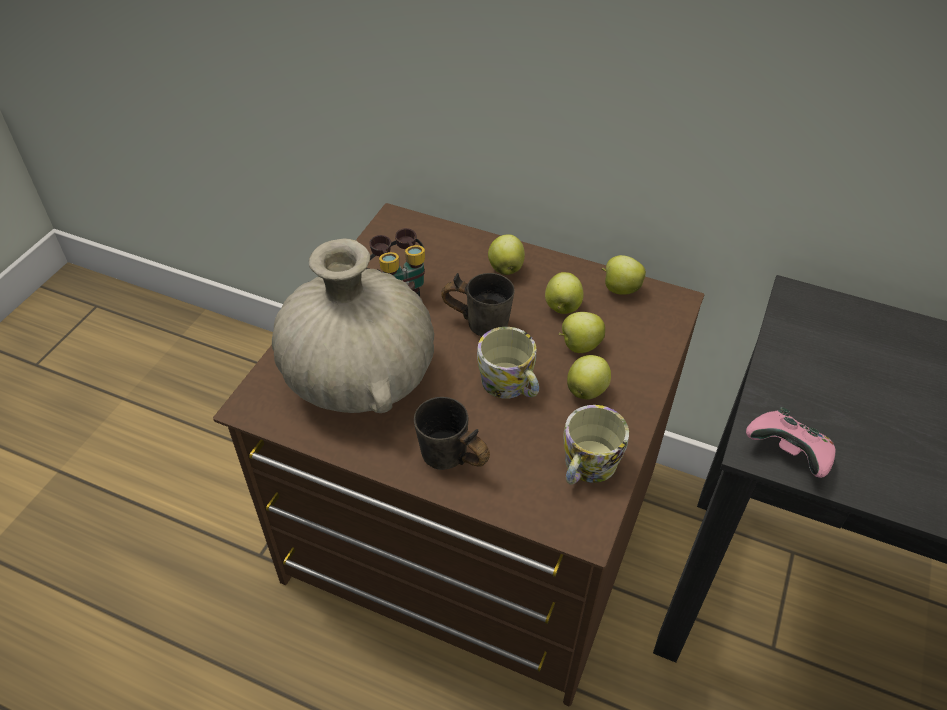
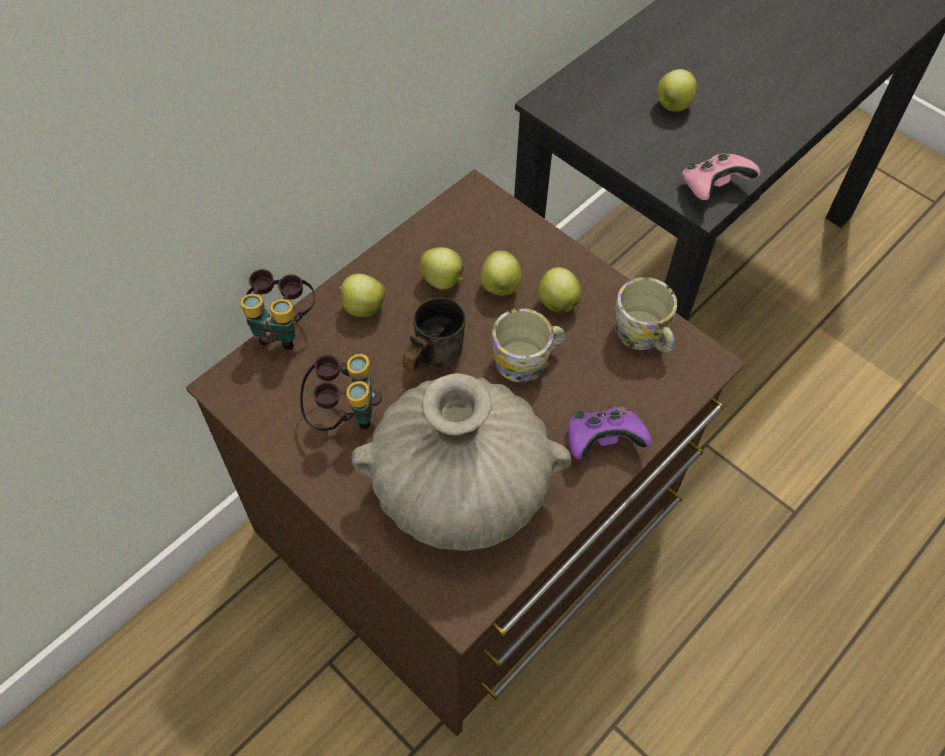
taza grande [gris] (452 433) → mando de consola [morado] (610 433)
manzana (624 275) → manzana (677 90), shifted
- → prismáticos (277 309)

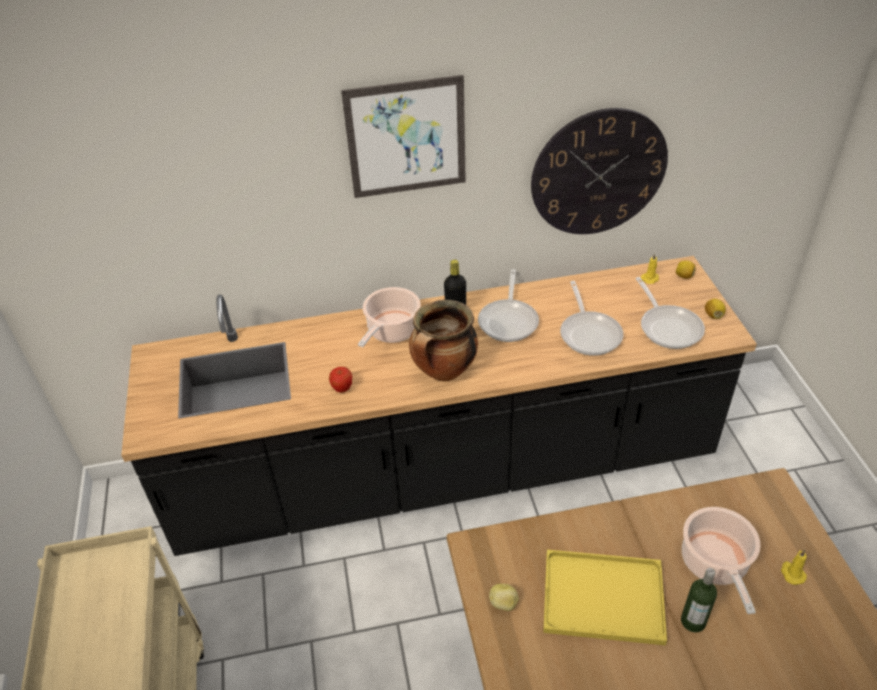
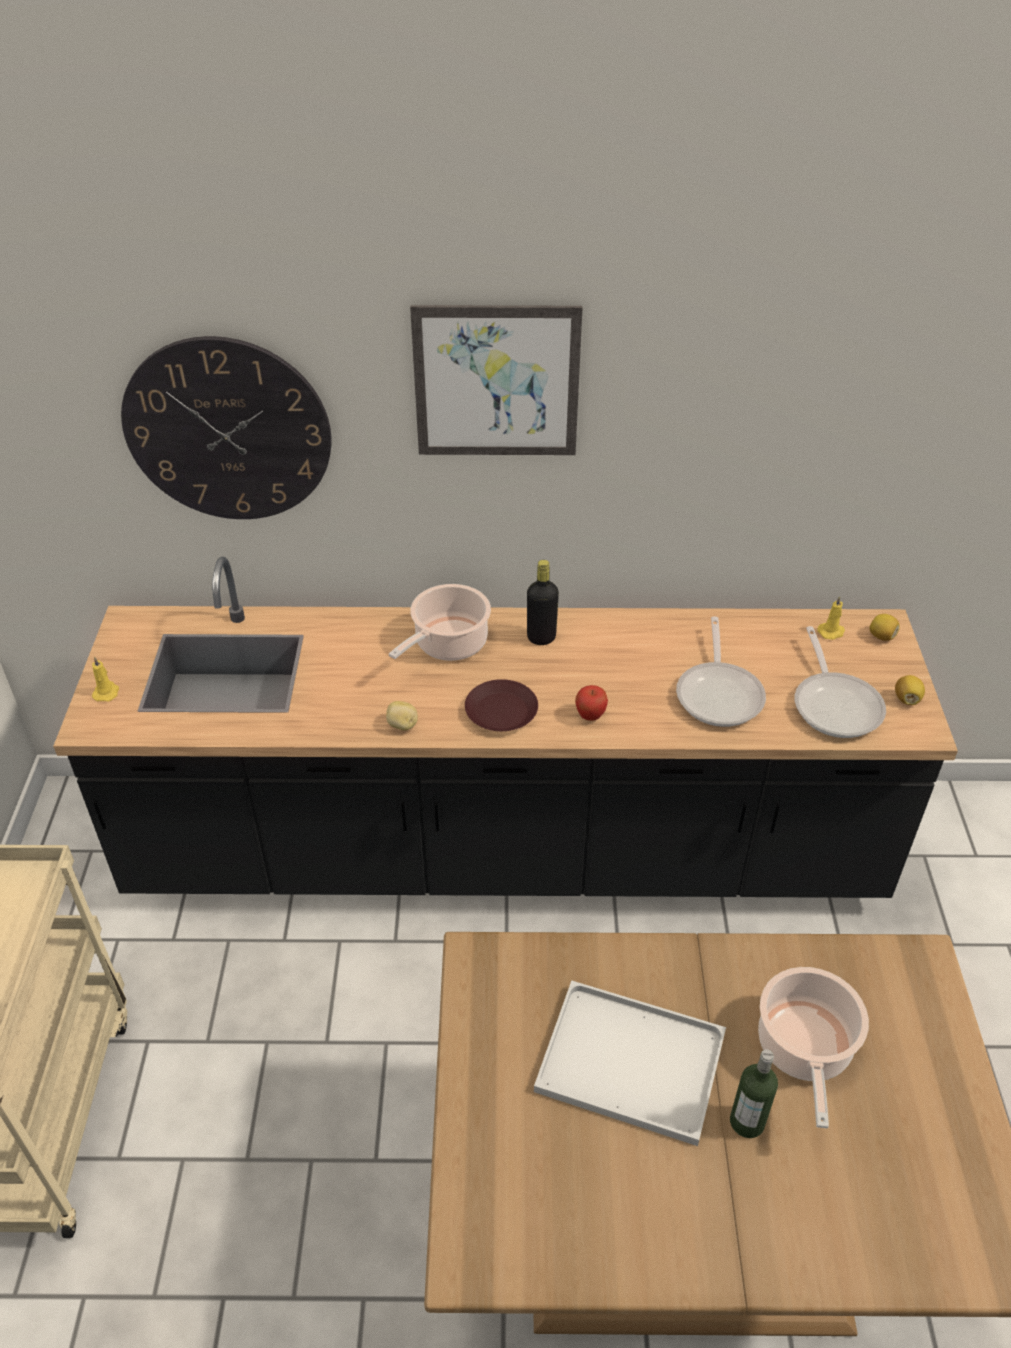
manzana (340 379) → manzana (591 703), shifted
olla (443 341) → plato [marrón] (501 705)
sartén (508 305) → -
patata (504 597) → patata (402 716), shifted
reloj de pared (599 171) → reloj de pared (226 427), shifted
bandeja [amarillo] (605 597) → bandeja [blanco] (630 1063)
vela [amarillo] (794 567) → vela [amarillo] (105 679), shifted

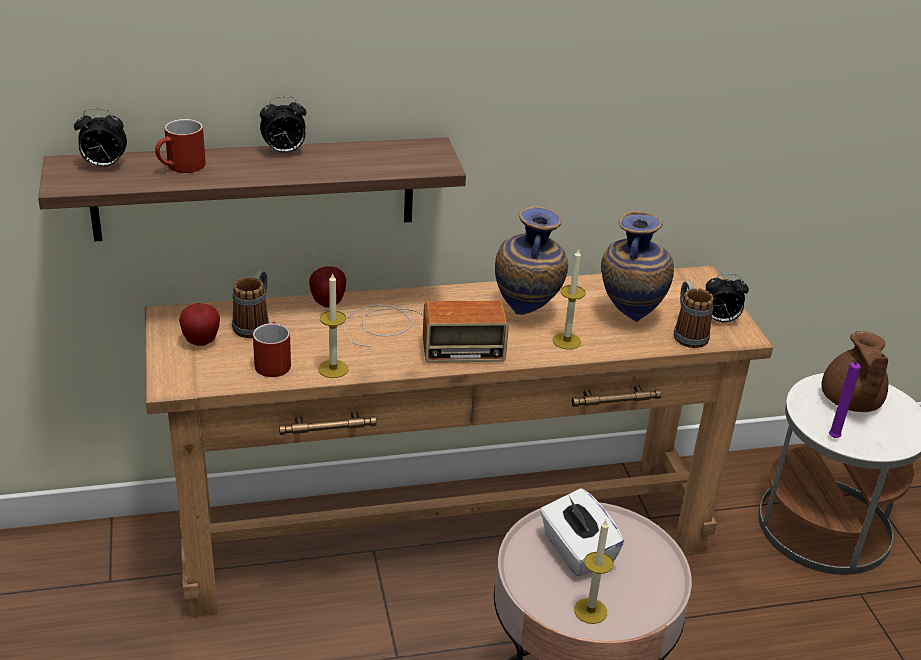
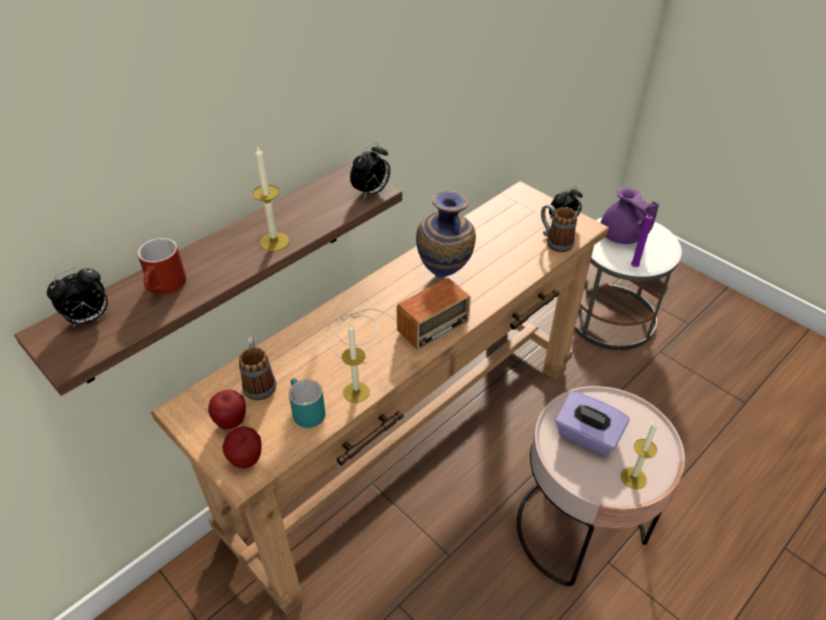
taza grande [rojo] (272 349) → taza grande [turquesa] (307 403)
despertador (283 125) → despertador (370 170), shifted
manzana (327 287) → manzana (242 447), shifted
caja de pañuelos [blanco] (582 532) → caja de pañuelos [morado] (592 423)
vela (569 299) → vela (271 199), shifted
florero (637 266) → -
tetera [marrón] (855 371) → tetera [morado] (629 216)

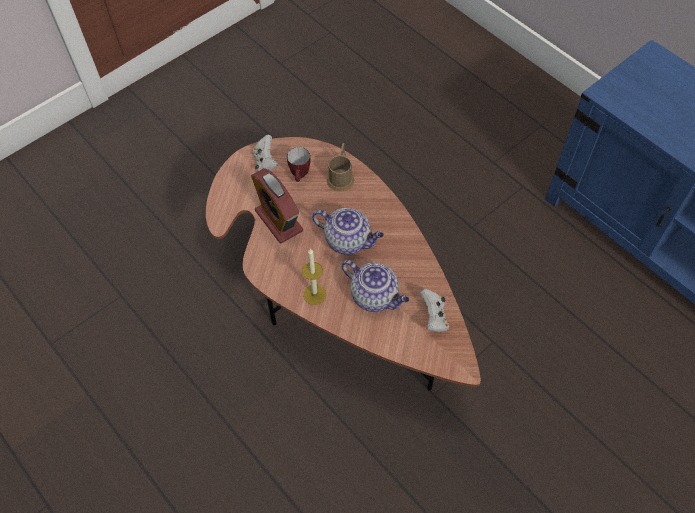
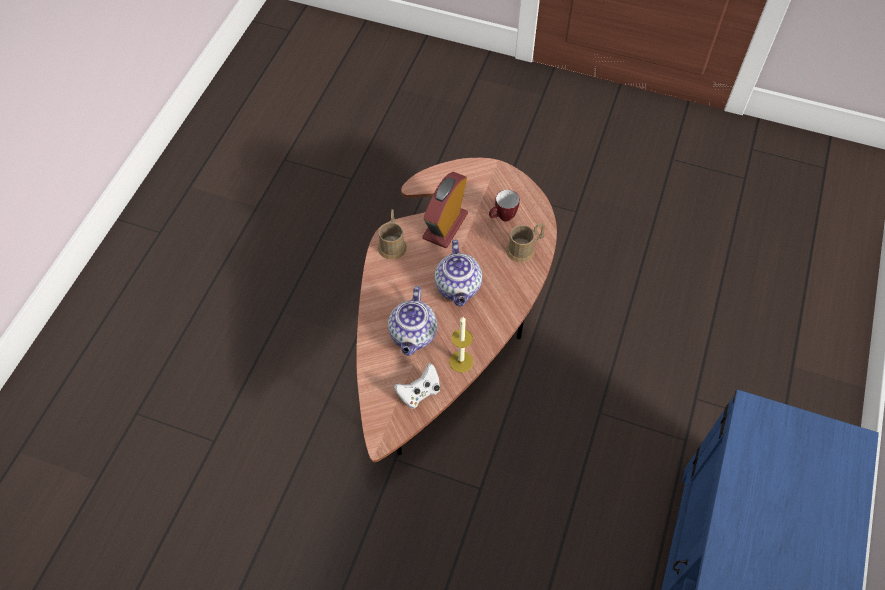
mando de consola [blanco] (265 153) → -
vela (314 277) → vela (461 345), shifted
- → taza grande [marrón] (392 234)

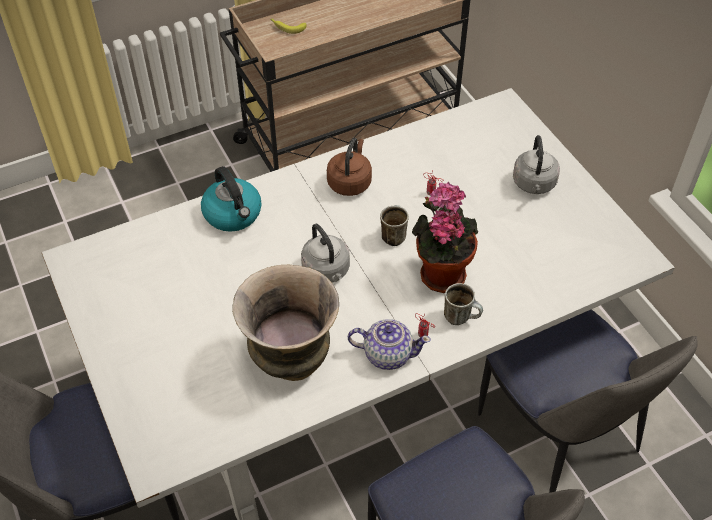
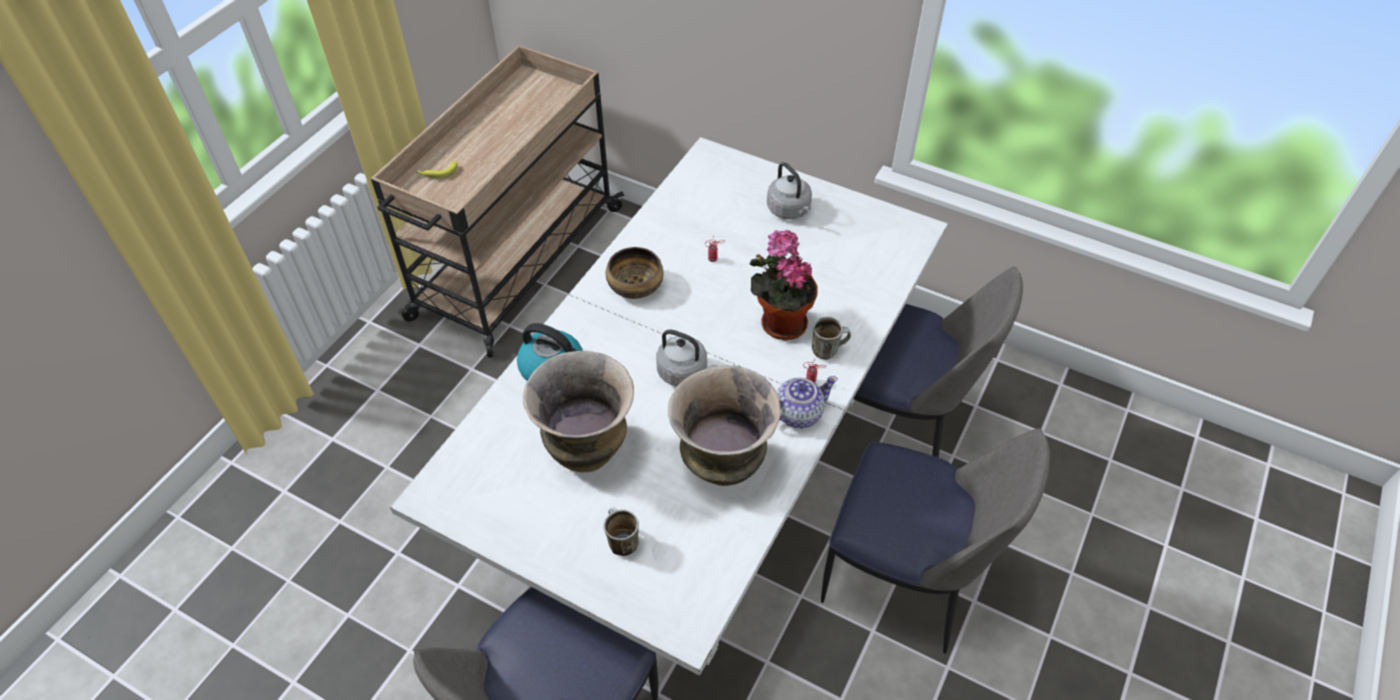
hervidor [marrón] (349 167) → cuenco (635 273)
taza grande (394 225) → taza grande (621 531), shifted
- → florero (578 411)

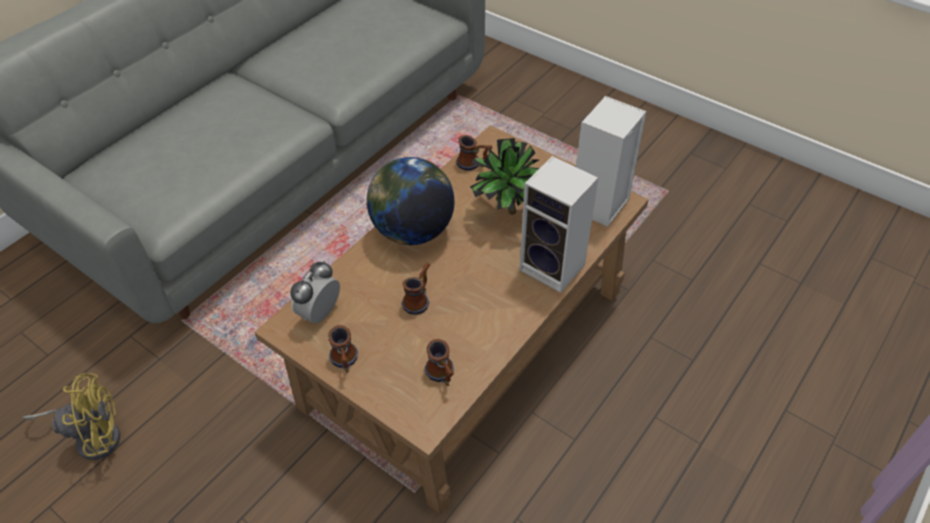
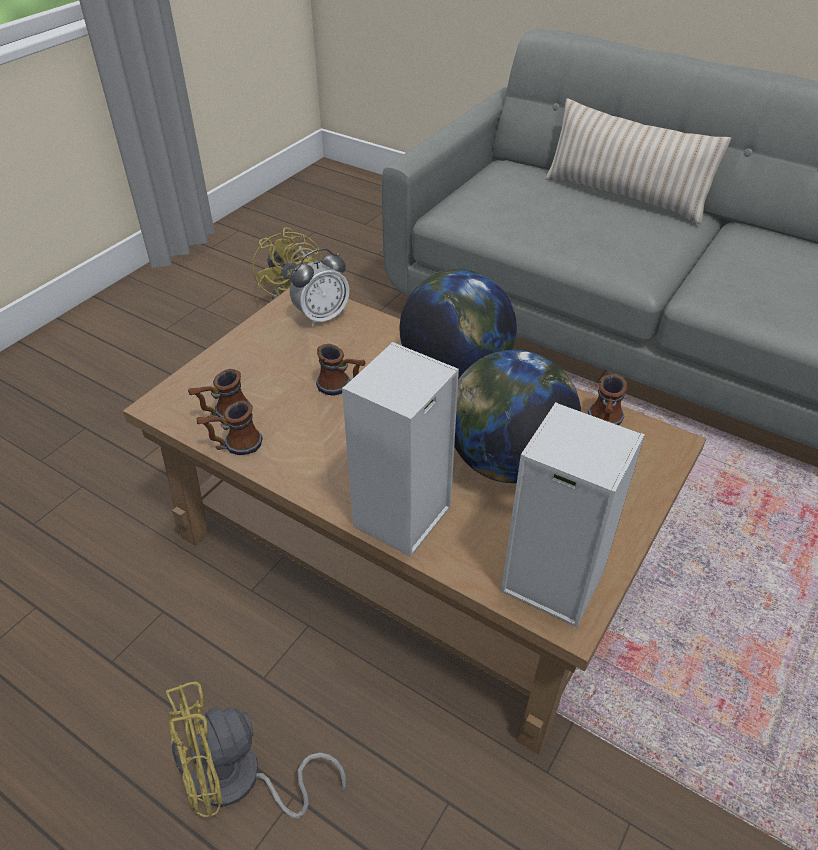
despertador (315 292) → despertador (319 288), 120 degrees clockwise
taza grande (343 349) → taza grande (229 427), shifted
planta en maceta (505 176) → globo terráqueo (517 416)
- → ventilador [amarillo] (256 749)
- → cojín [beis] (638 161)

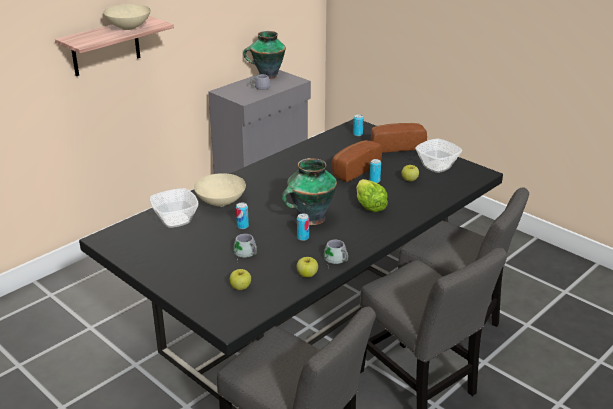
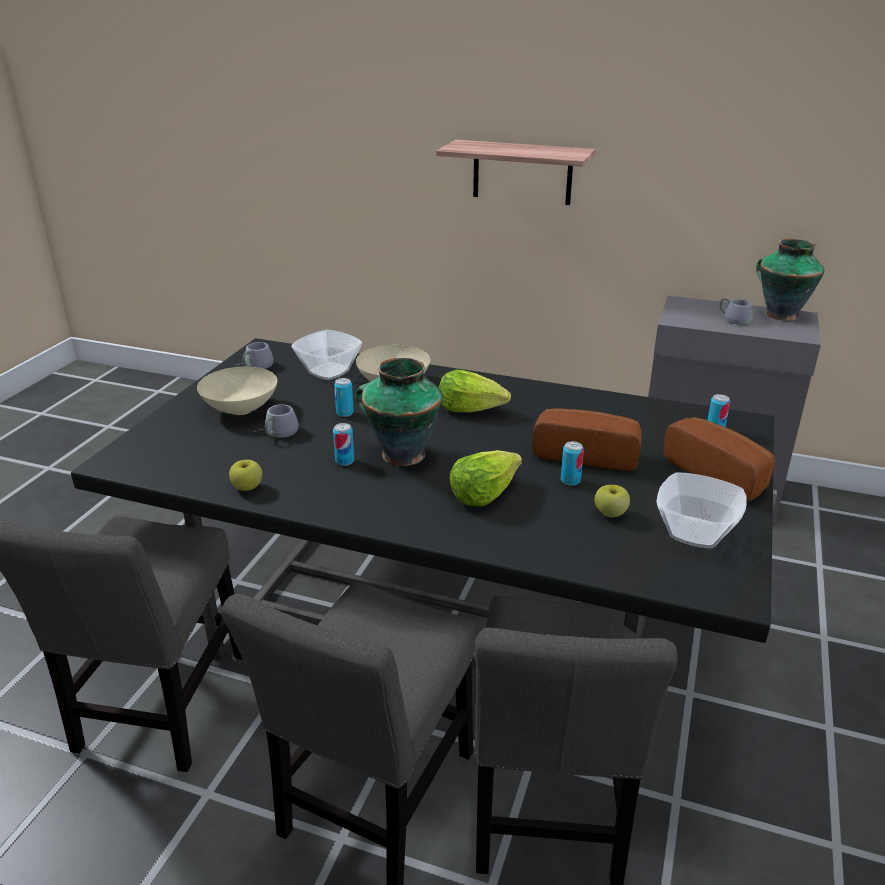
cuenco [beis] (127 17) → cuenco [beis] (237 391), shifted
manzana (240 279) → -
taza grande [gris] (336 254) → taza grande [gris] (254 355), shifted
- → lechuga (475 390)

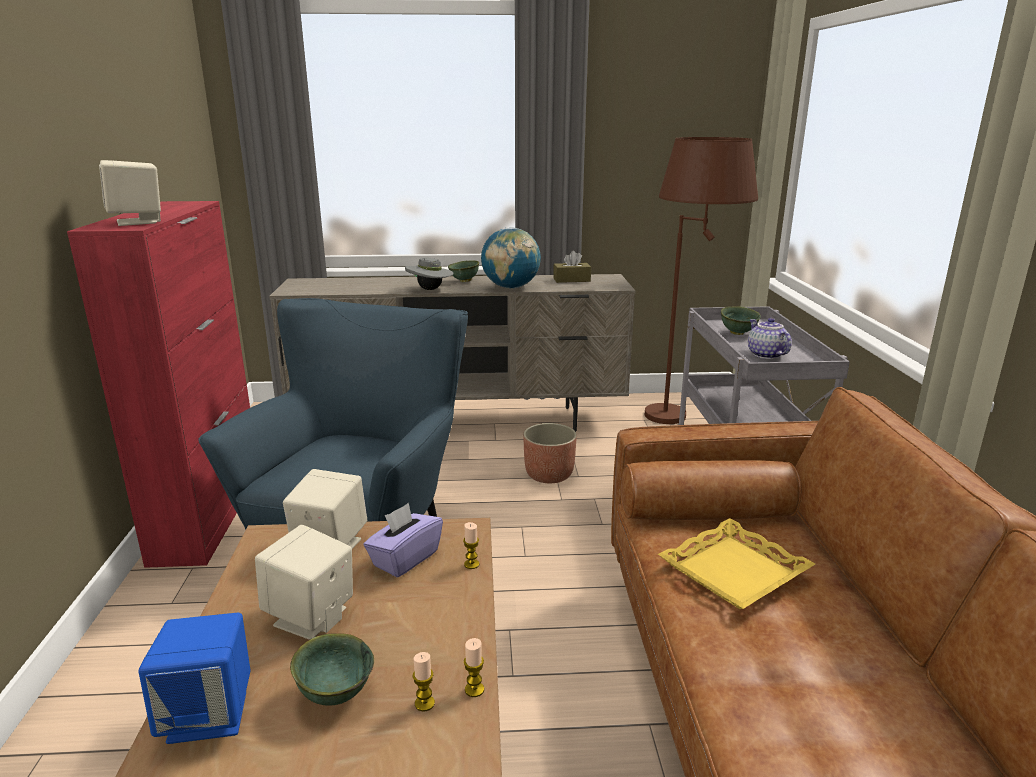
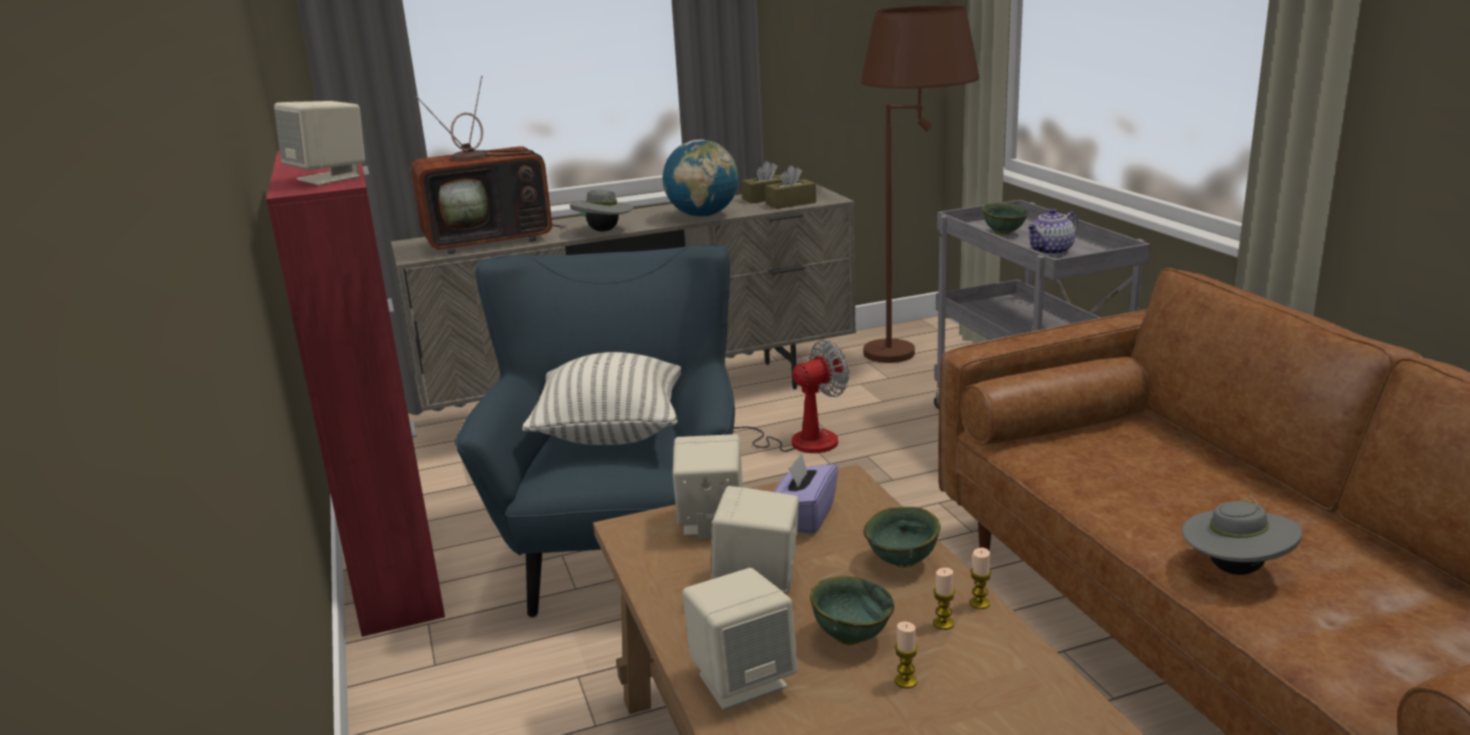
altavoz [azul] (194 678) → altavoz [beis] (740 639)
cuenco [verde] (463 271) → cuenco [verde] (902 537), shifted
vela (471 545) → vela (906 654), shifted
maceta (550 453) → ventilador (791 396)
bandeja [amarillo] (736 563) → -
tetera (769 338) → tetera (1052 231), 90 degrees counterclockwise
- → televisor (489 165)
- → cojín (601 398)
- → caja de pañuelos [marrón] (790 187)
- → sombrero [gris] (1242 533)

